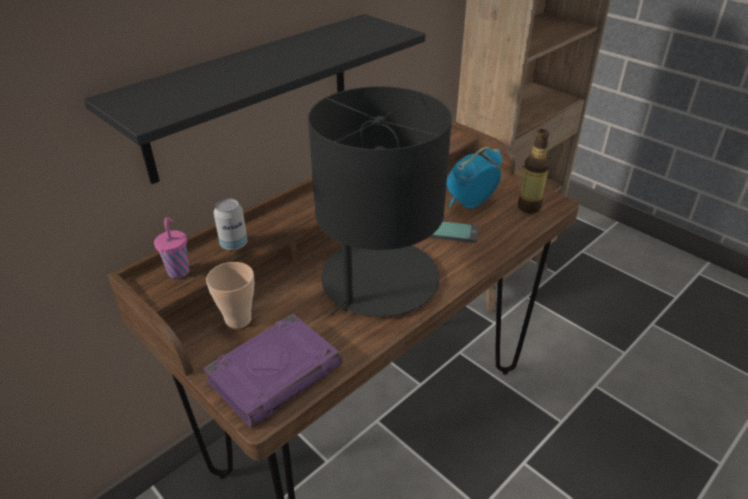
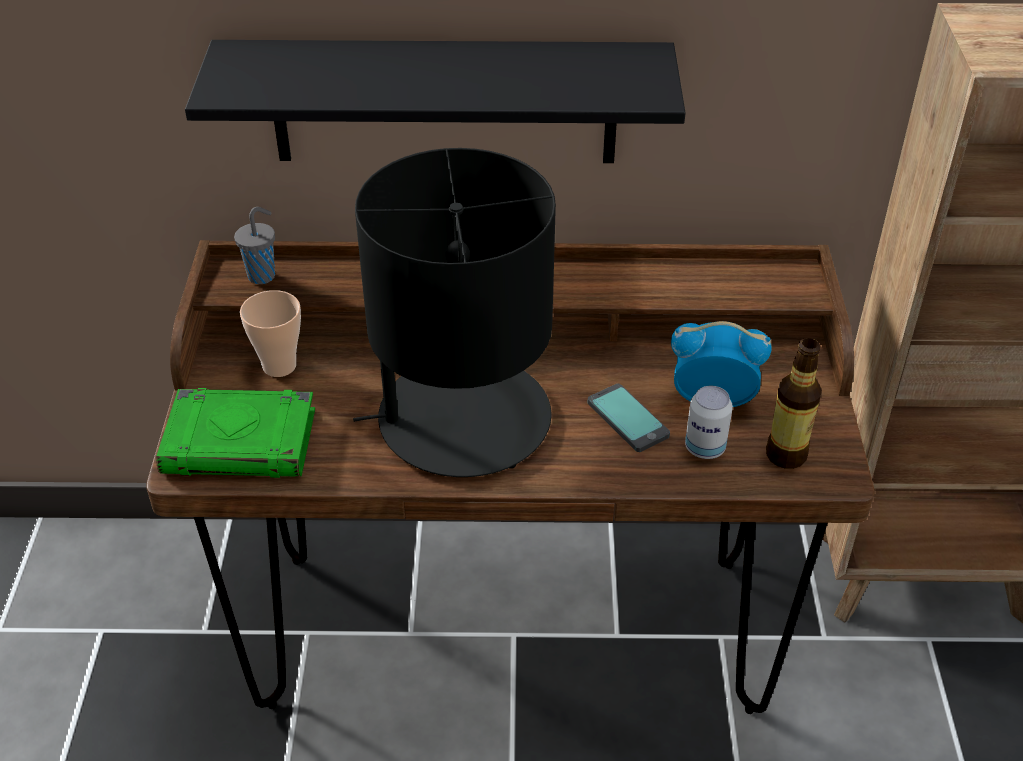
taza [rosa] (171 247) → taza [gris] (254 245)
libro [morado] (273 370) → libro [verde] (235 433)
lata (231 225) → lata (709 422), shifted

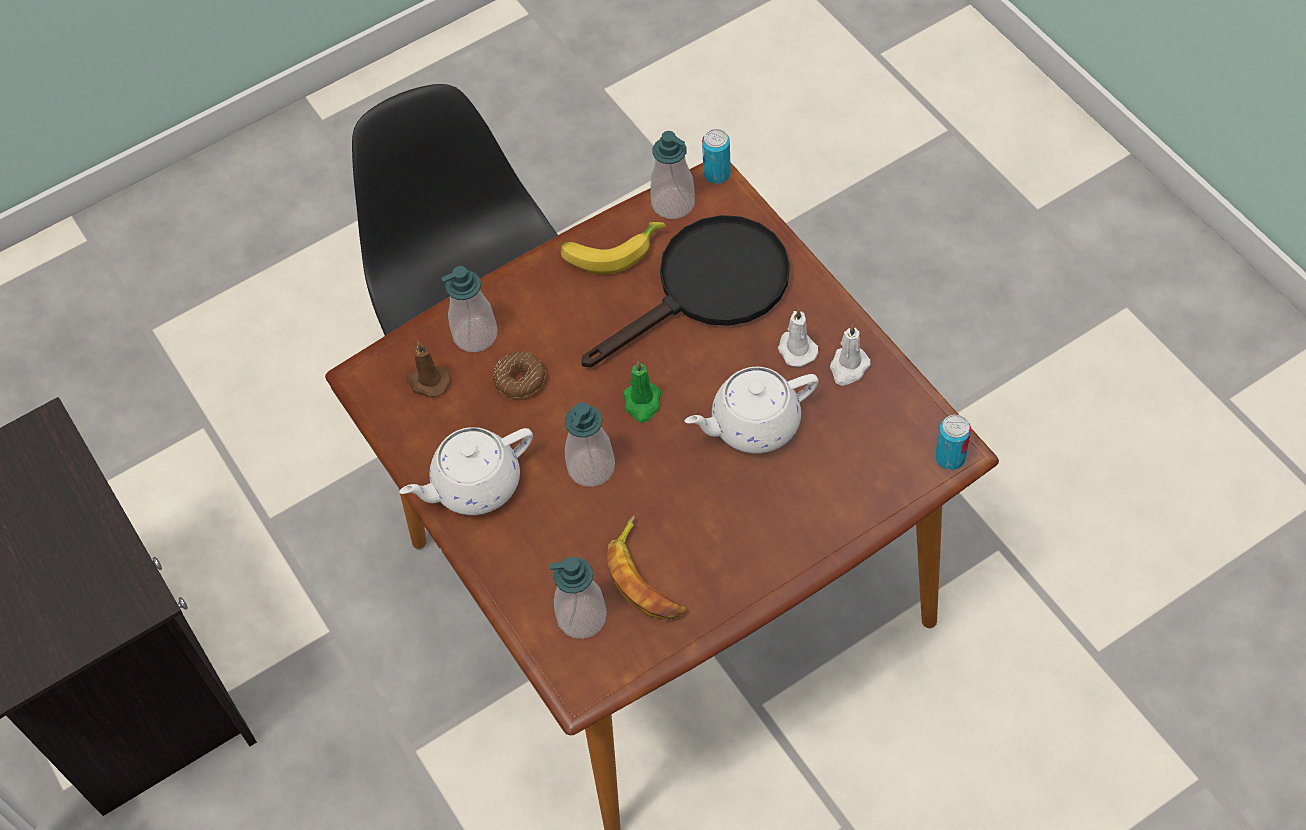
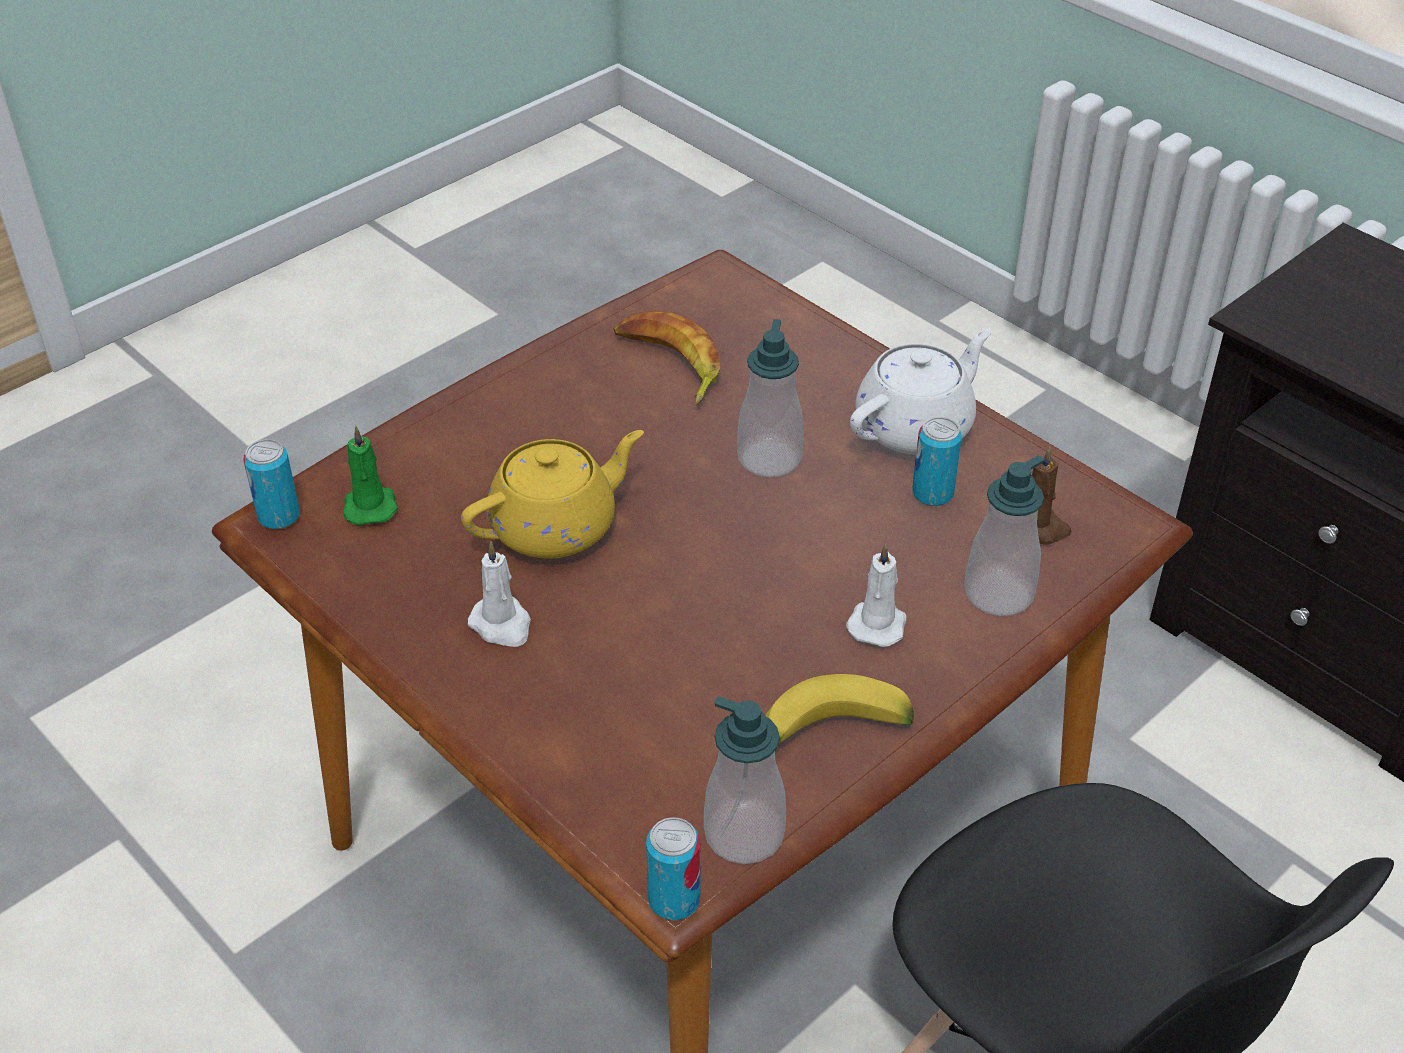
rosquilla (519 374) → -
dispensador de jabón (578 598) → -
sartén [negro] (685 291) → -
vela [verde] (642 392) → vela [verde] (370 475), shifted
tetera [blanco] (752 410) → tetera [amarillo] (552 494)
vela [blanco] (850 355) → vela [blanco] (876 595), shifted
- → lata (937 461)

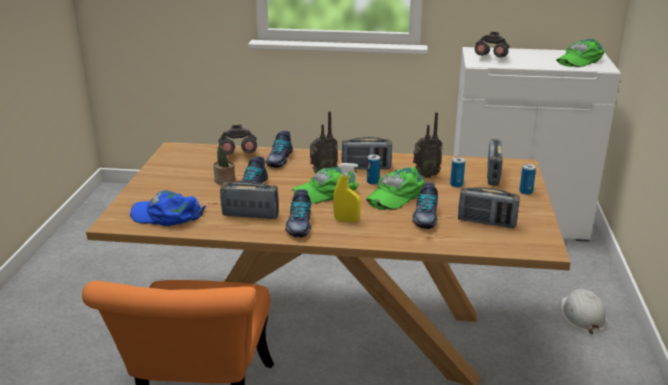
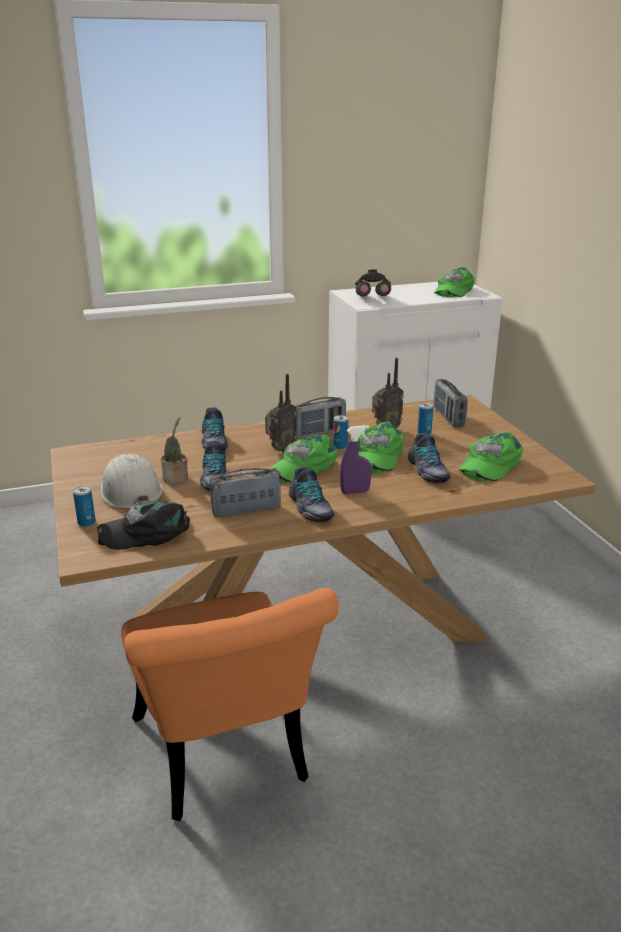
gorra [azul] (168 208) → gorra [negro] (143 525)
prismáticos [gris] (237 140) → -
pulverizador [amarillo] (347 192) → pulverizador [morado] (356 459)
radio (489 207) → gorra [verde] (491 457)
lata (527 179) → lata (84 506), shifted
casco [blanco] (584 311) → casco [blanco] (131 481), shifted

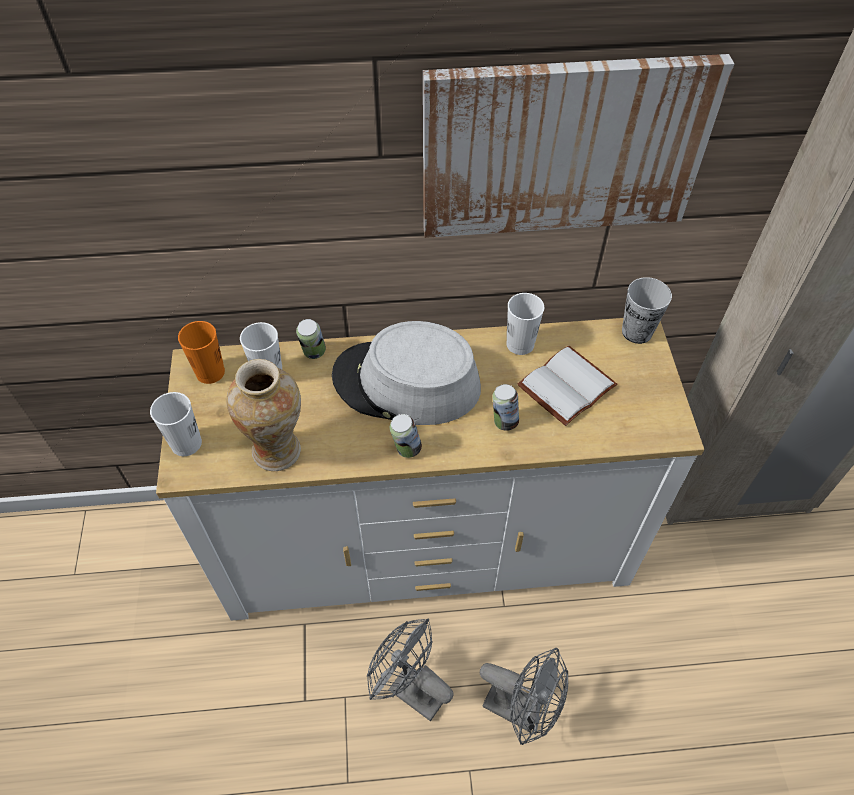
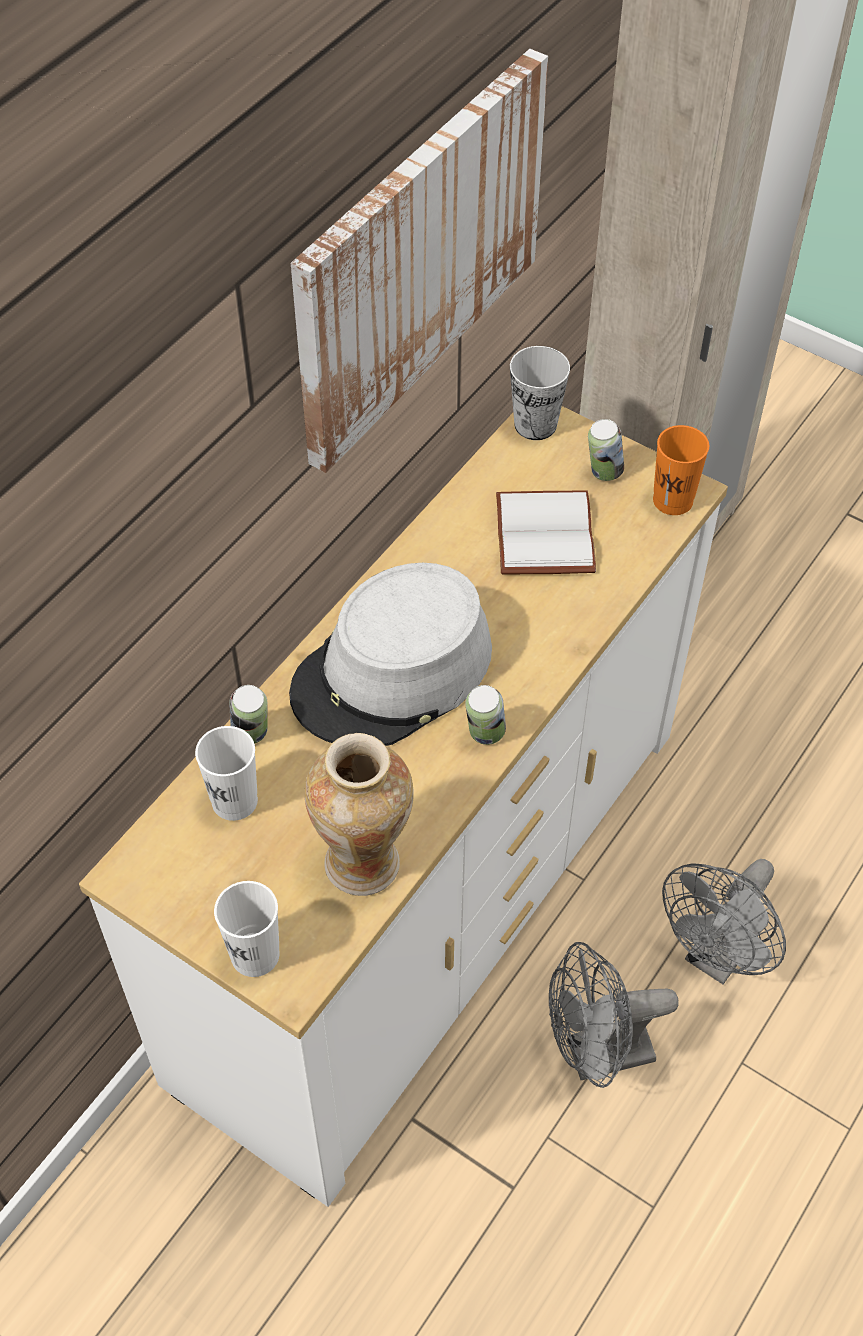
taza [naranja] (201 352) → taza [naranja] (681 470), shifted
ventilador [gris] (524 696) → ventilador [gris] (724 922), 150 degrees clockwise
lata (505 407) → lata (606 450), shifted
taza [blanco] (525 324) → -

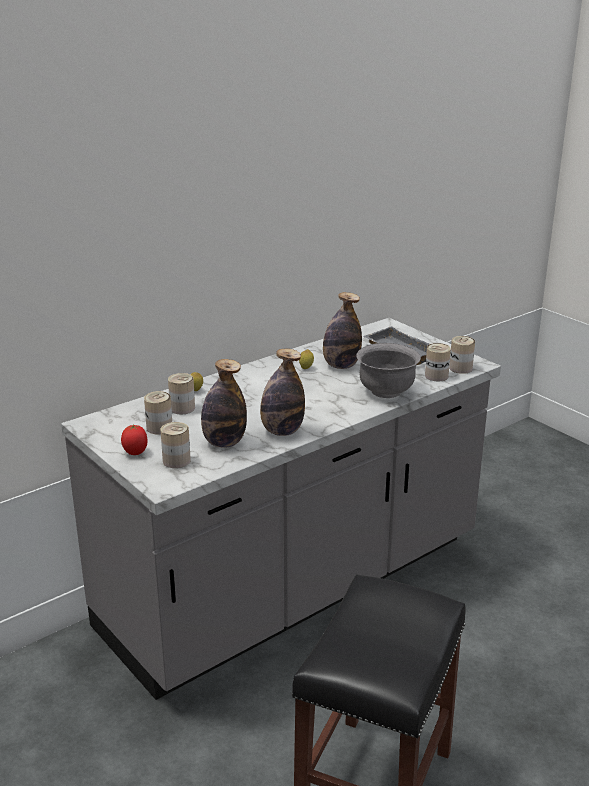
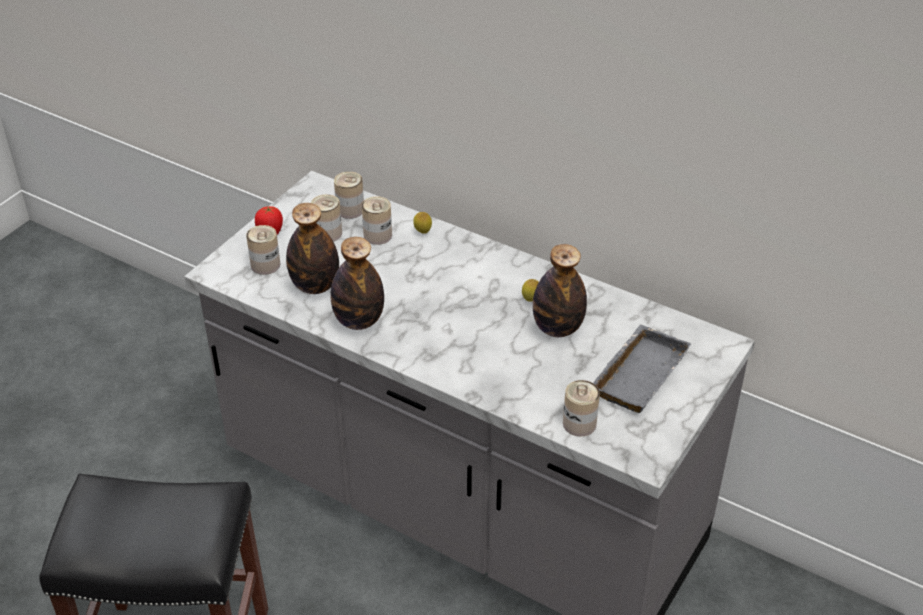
cuenco [gris] (388 370) → -
lata (462 355) → lata (349 195), shifted

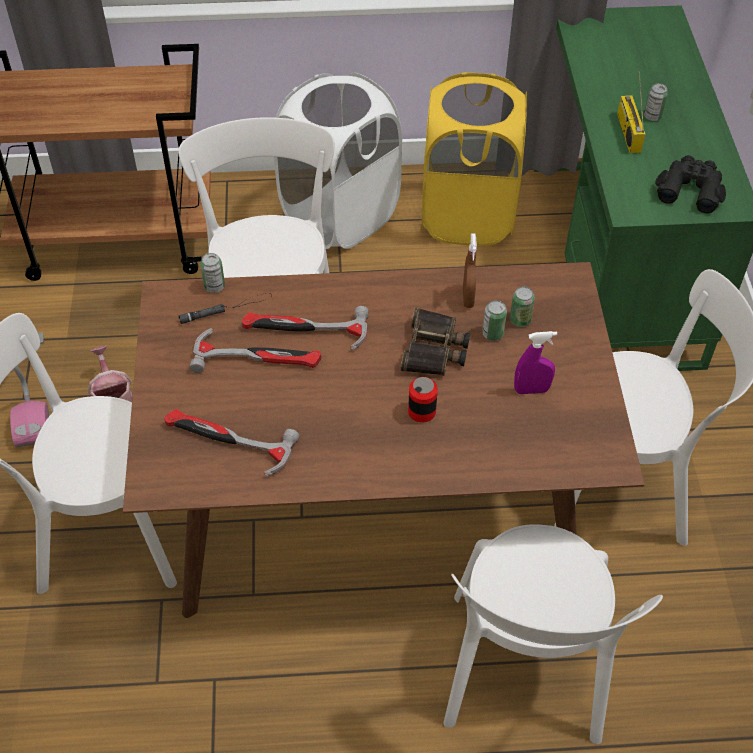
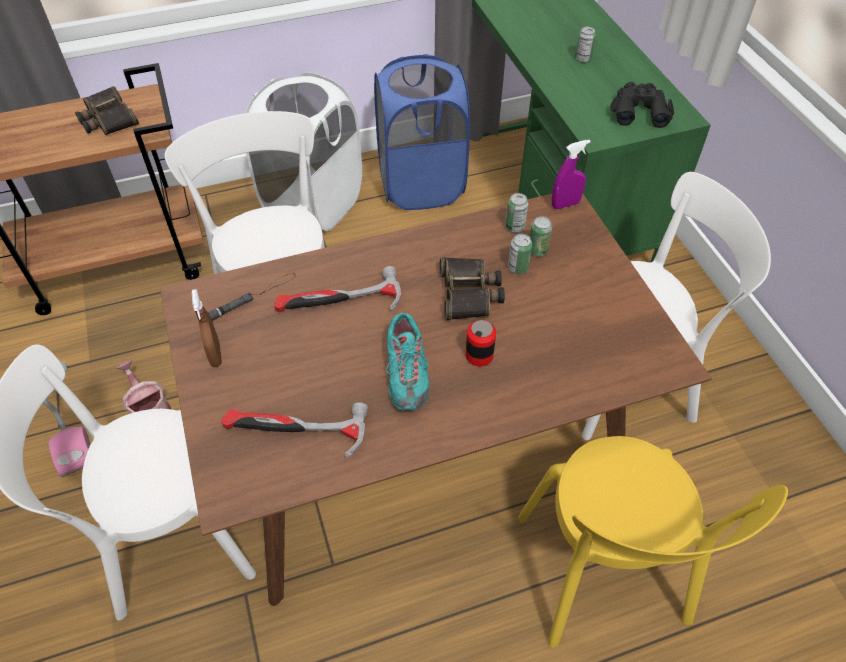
martillo (255 350) → -
lata (212 273) → lata (516 213), shifted
cesto de la ropa [amarillo] (474 159) → cesto de la ropa [azul] (422 132)
silla [blanco] (553 634) → silla [amarillo] (653 542)
pulverizador [marrón] (470 270) → pulverizador [marrón] (207 328), shifted
pulverizador [morado] (535 362) → pulverizador [morado] (571 174), shifted
radio (631 112) → -
- → prismáticos (107 110)
- → zapato [turquesa] (407 362)

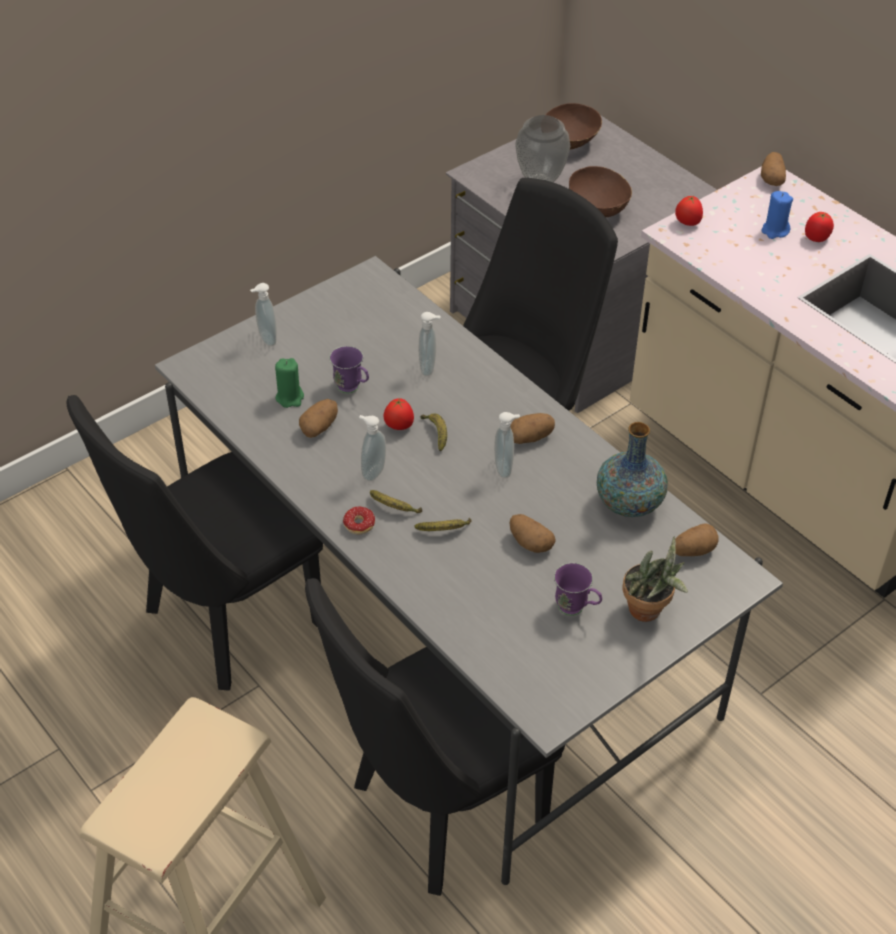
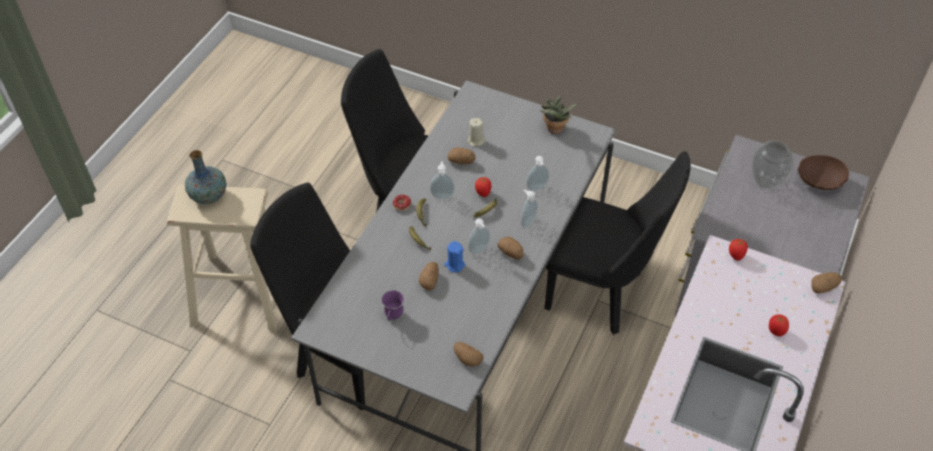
dispensador de jabón (263 314) → dispensador de jabón (529 208), shifted
vela [verde] (289 383) → vela [beis] (476 132)
taza grande [morado] (349 370) → -
cuenco [marrón] (600 191) → -
florero (632 469) → florero (205 177), shifted
planta en maceta (655 579) → planta en maceta (559 115), shifted
vela [azul] (777 215) → vela [azul] (454 256), shifted

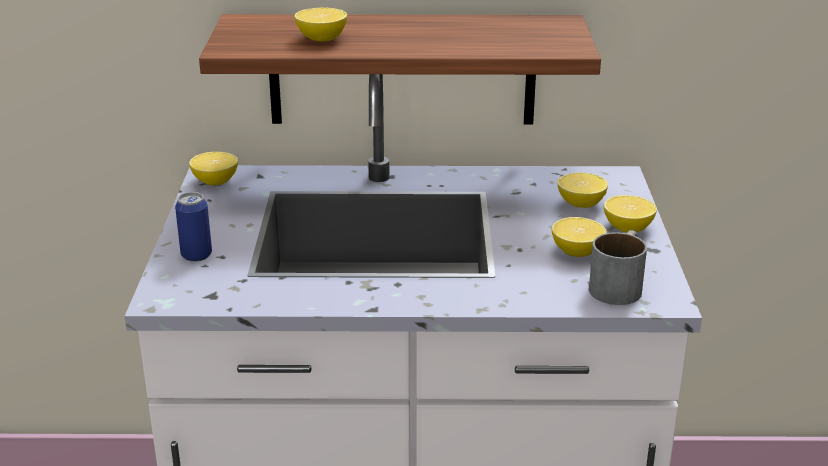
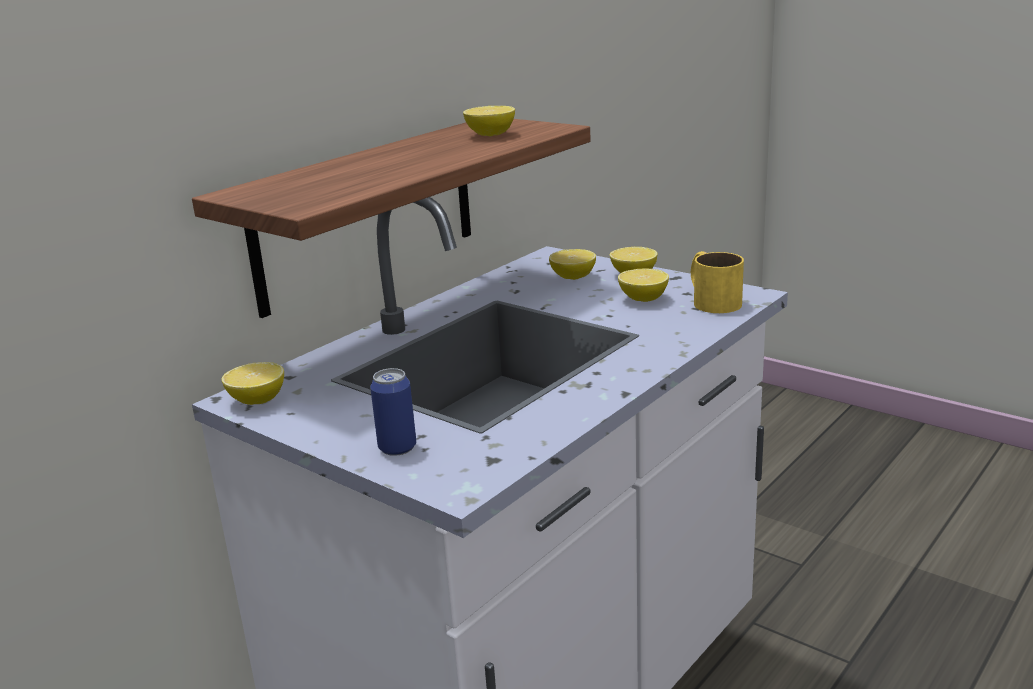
limón (321 25) → limón (489 121), shifted
taza grande [gris] (618 267) → taza grande [amarillo] (717 282)

